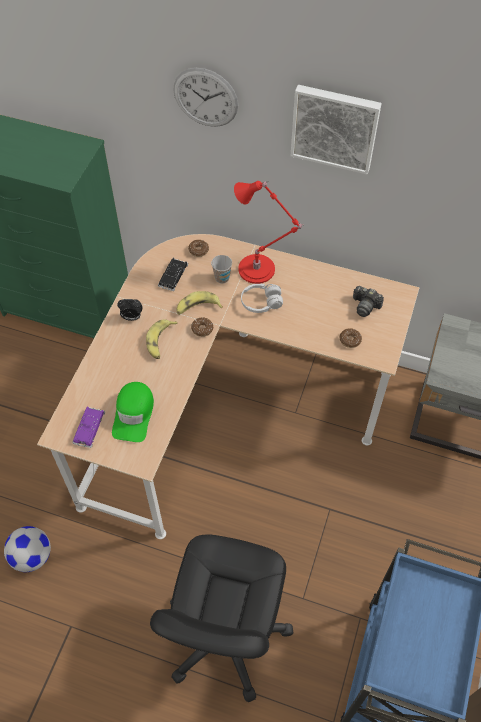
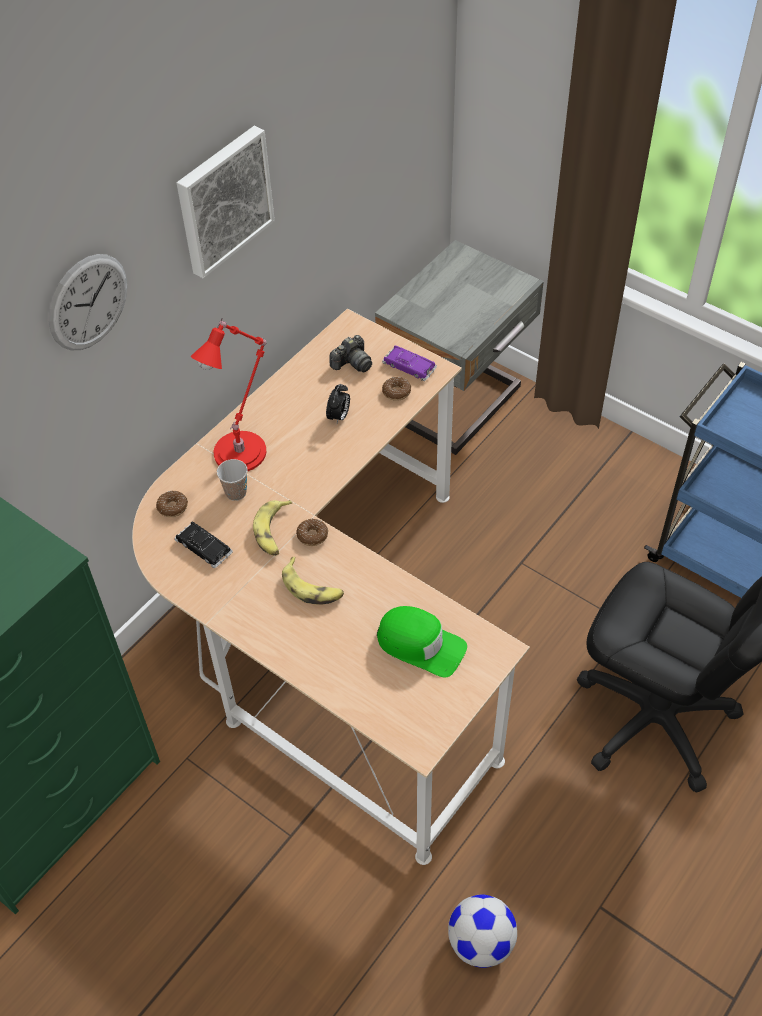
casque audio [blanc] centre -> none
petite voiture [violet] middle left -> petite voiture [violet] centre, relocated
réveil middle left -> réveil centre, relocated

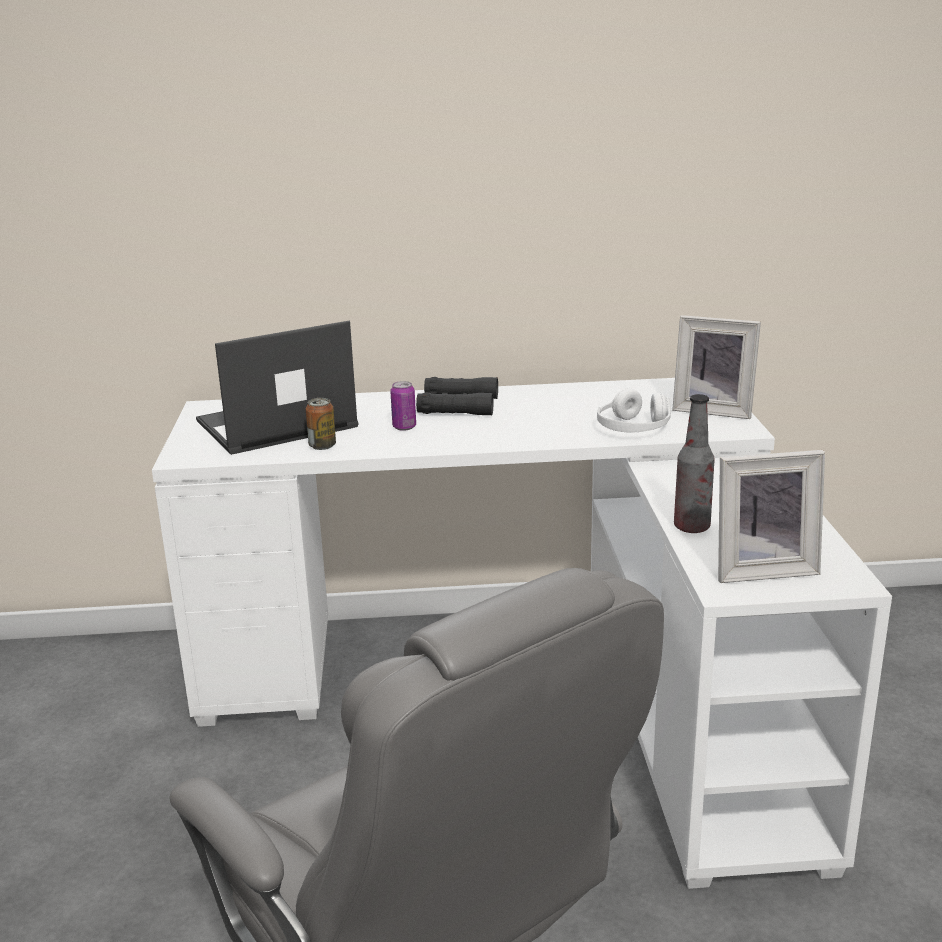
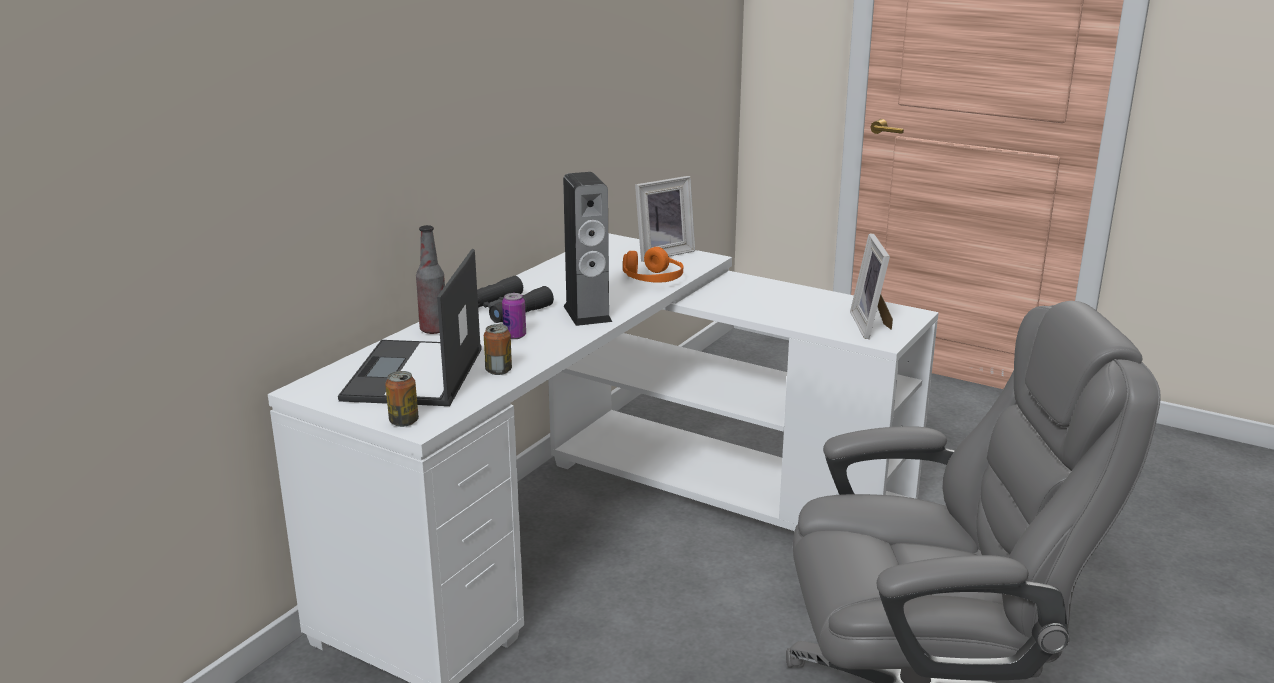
none -> boîte métallique (no. 1 from left) middle left
none -> enceinte centre
bouteille middle right -> bouteille centre, relocated
casque audio [blanc] middle right -> casque audio [orange] centre
cadre photo (no. 2 from left) middle right, 150 degrees clockwise

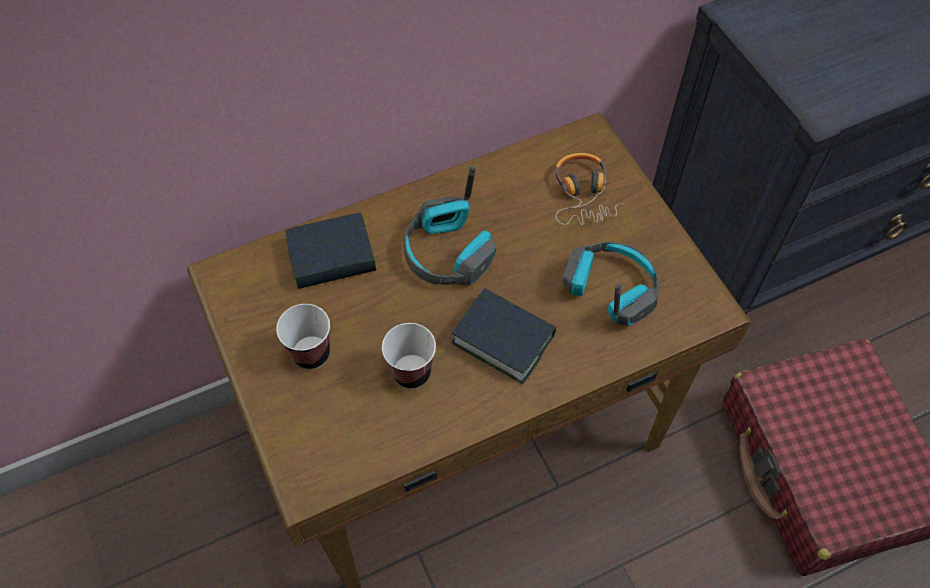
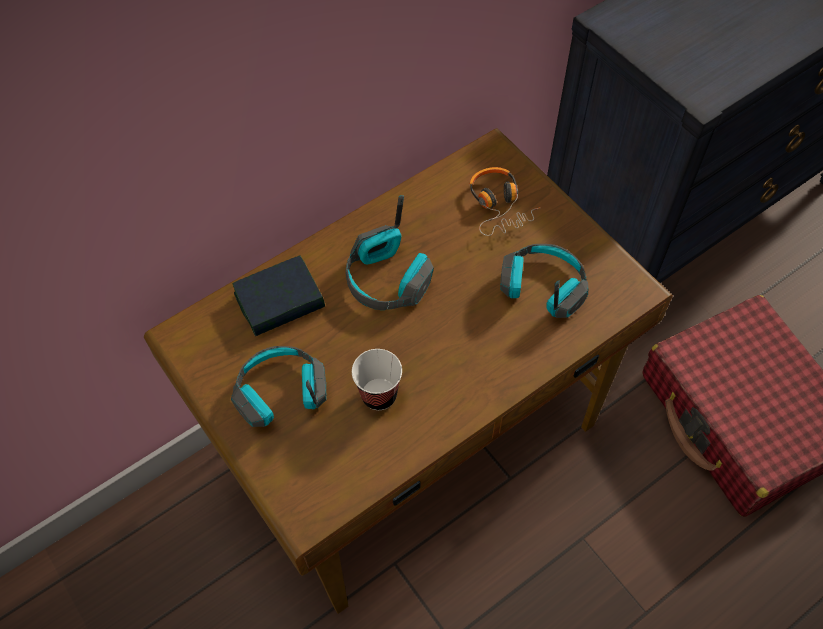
livre (no. 2 from left) centre -> none
tasse (no. 1 from left) middle left -> casque audio (no. 1 from left) centre

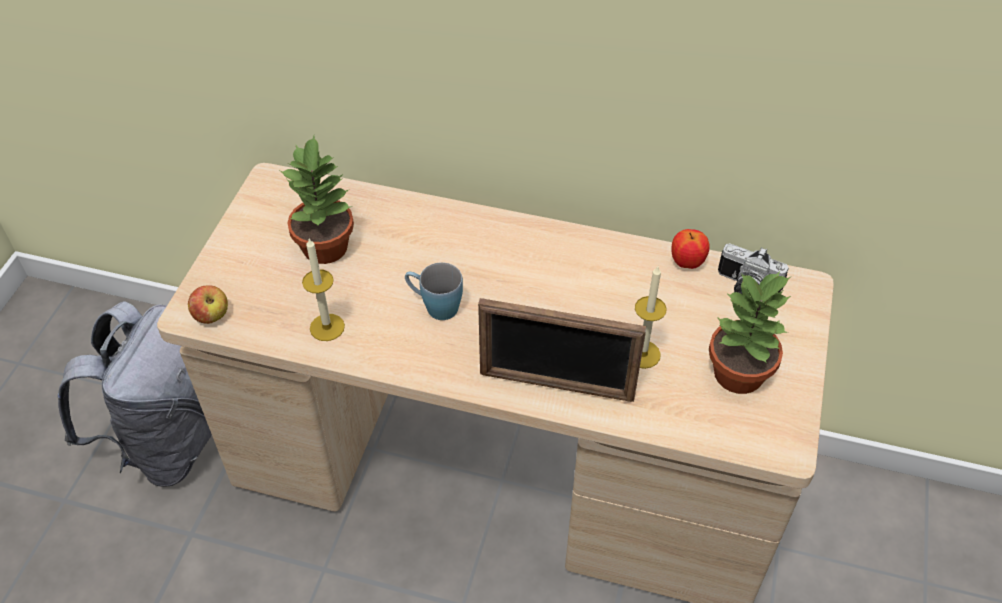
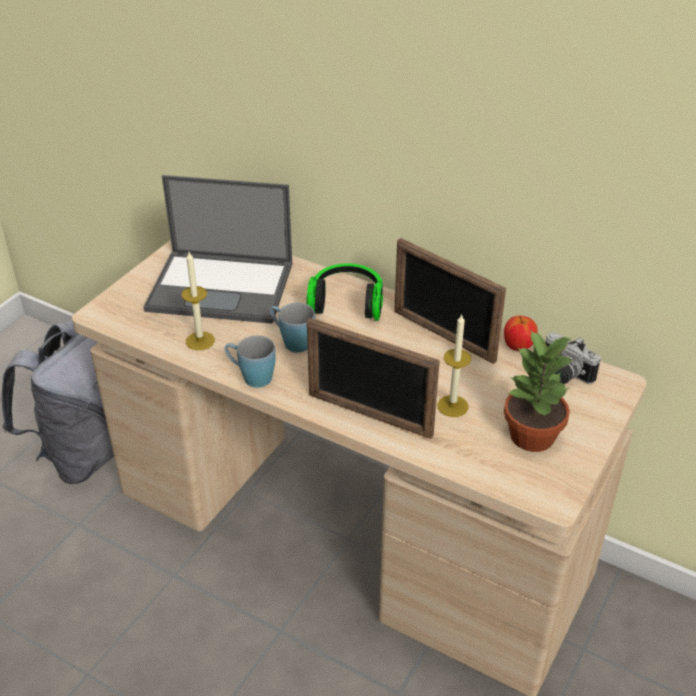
pomme (no. 1 from left) middle left -> none
none -> mug [bleu] (no. 1 from left) centre
none -> casque audio centre
none -> cadre photo (no. 2 from left) centre
plante en pot (no. 1 from left) top left -> ordinateur portable middle left

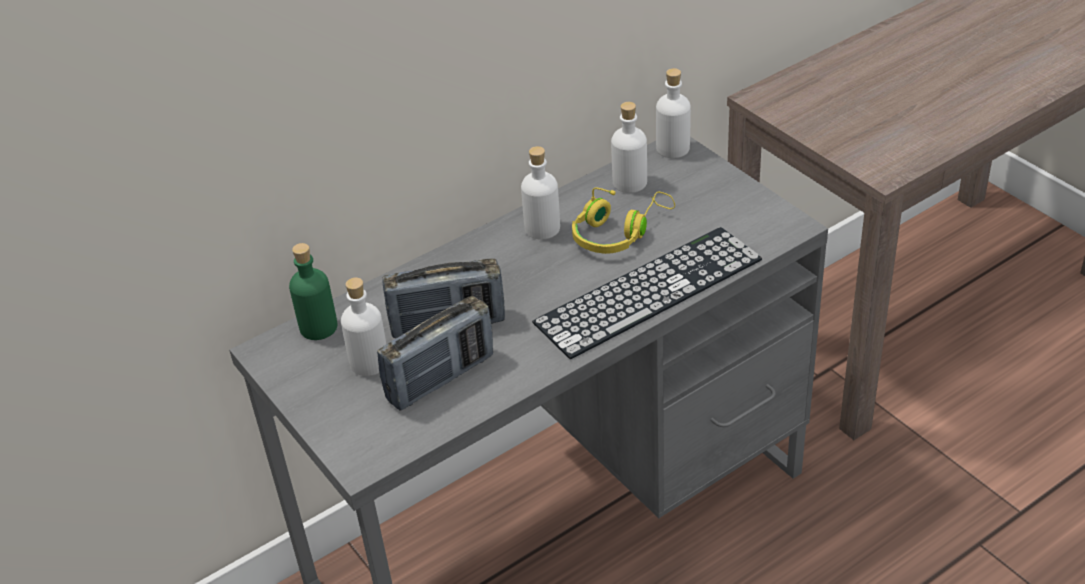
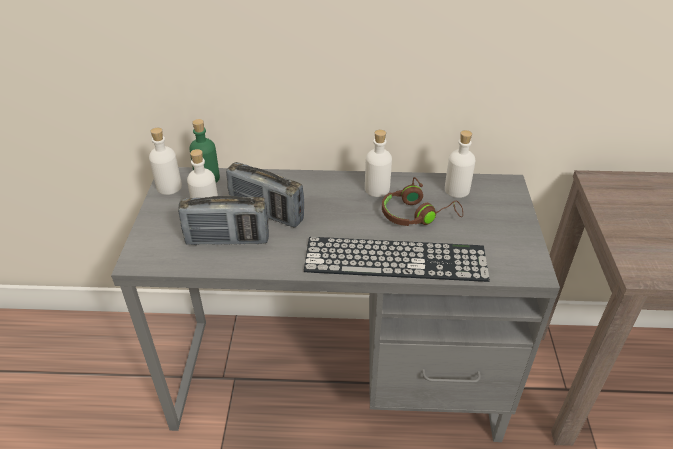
bouteille [blanc] (no. 4 from left in the first image) top centre -> bouteille [blanc] (no. 1 from left) middle left, relocated
casque audio [jaune] centre -> casque audio [marron] centre

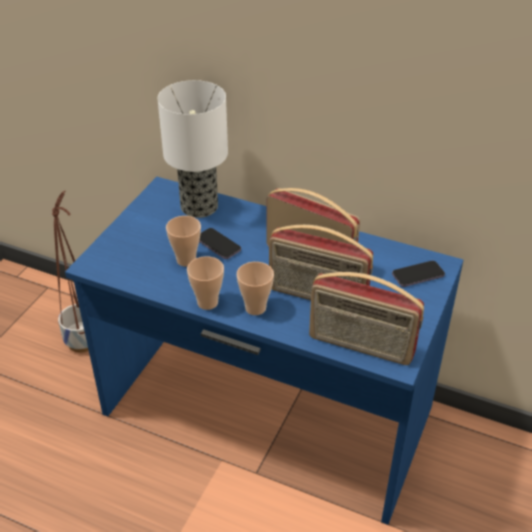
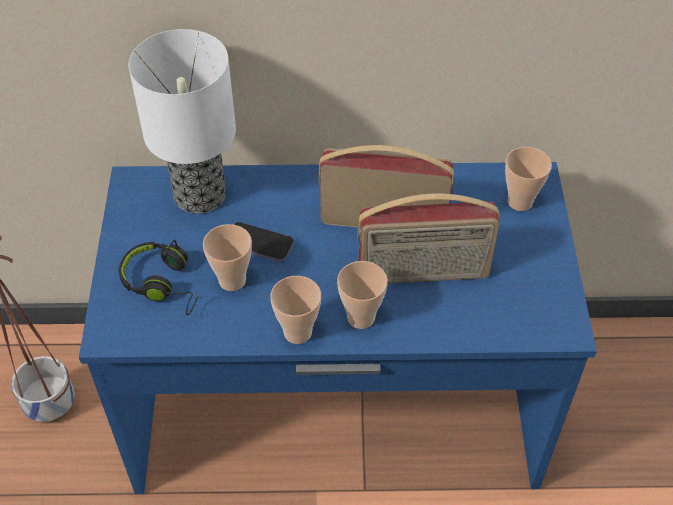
radio (no. 3 from left) middle right -> none
none -> casque audio [noir] middle left
téléphone (no. 2 from left) middle right -> tasse (no. 4 from left) middle right

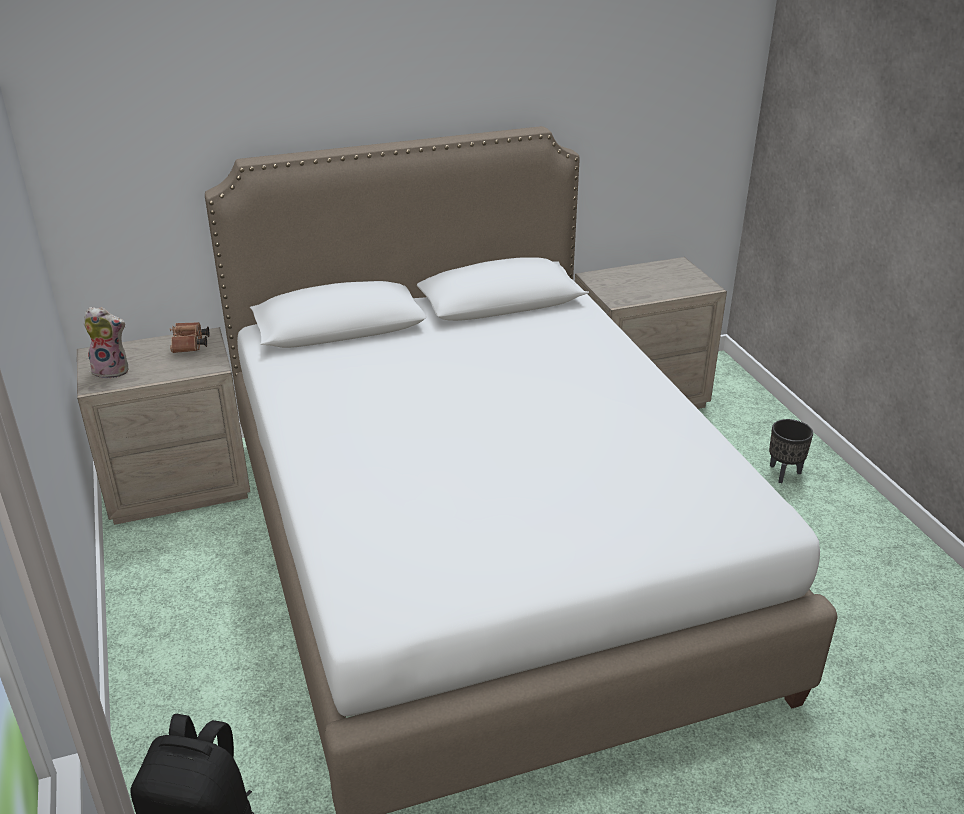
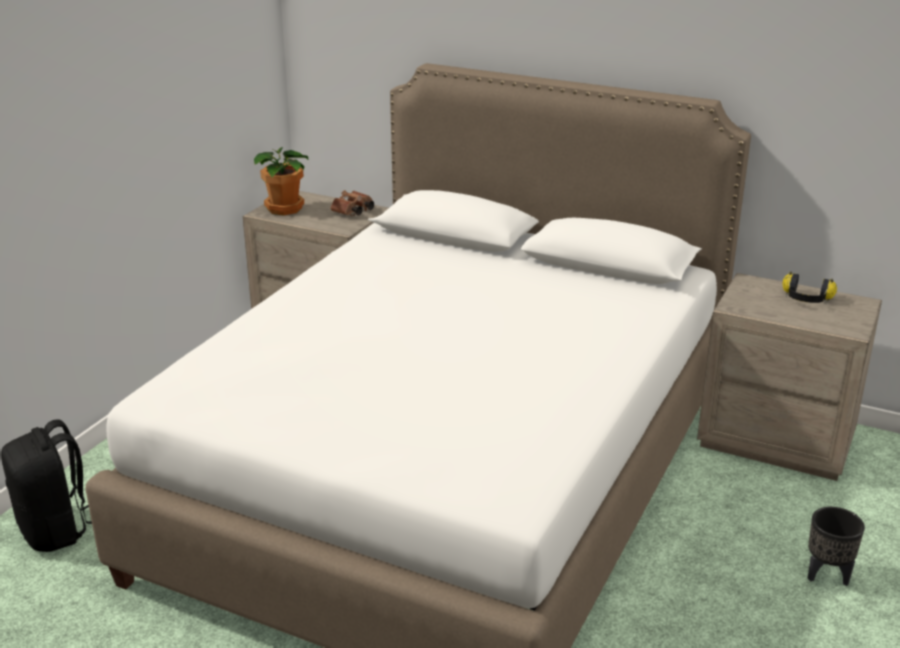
none -> casque audio middle right
peluche middle left -> plante en pot top left

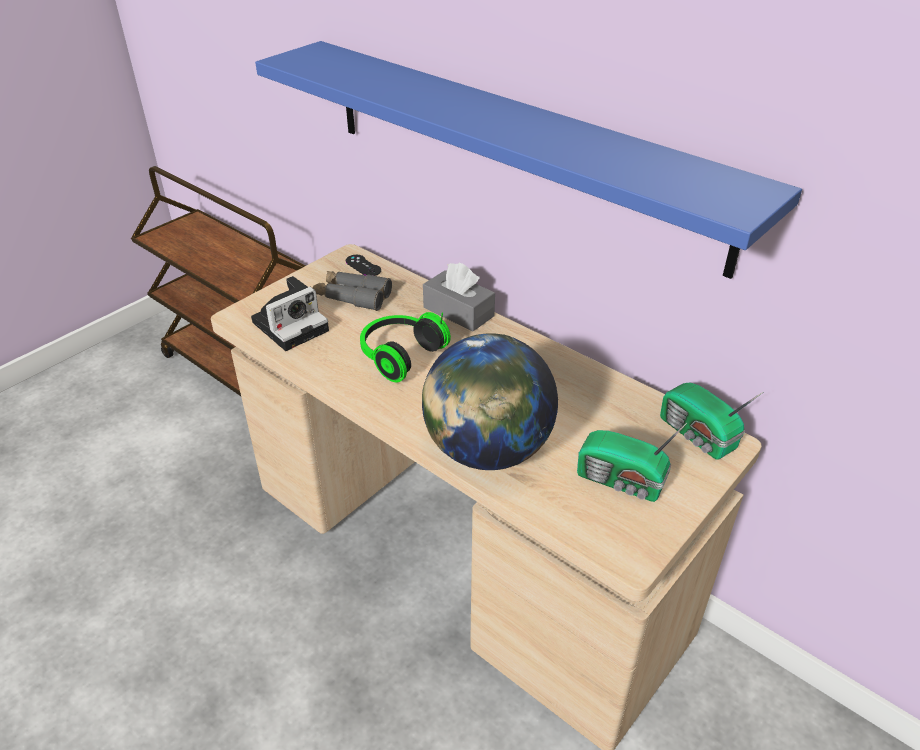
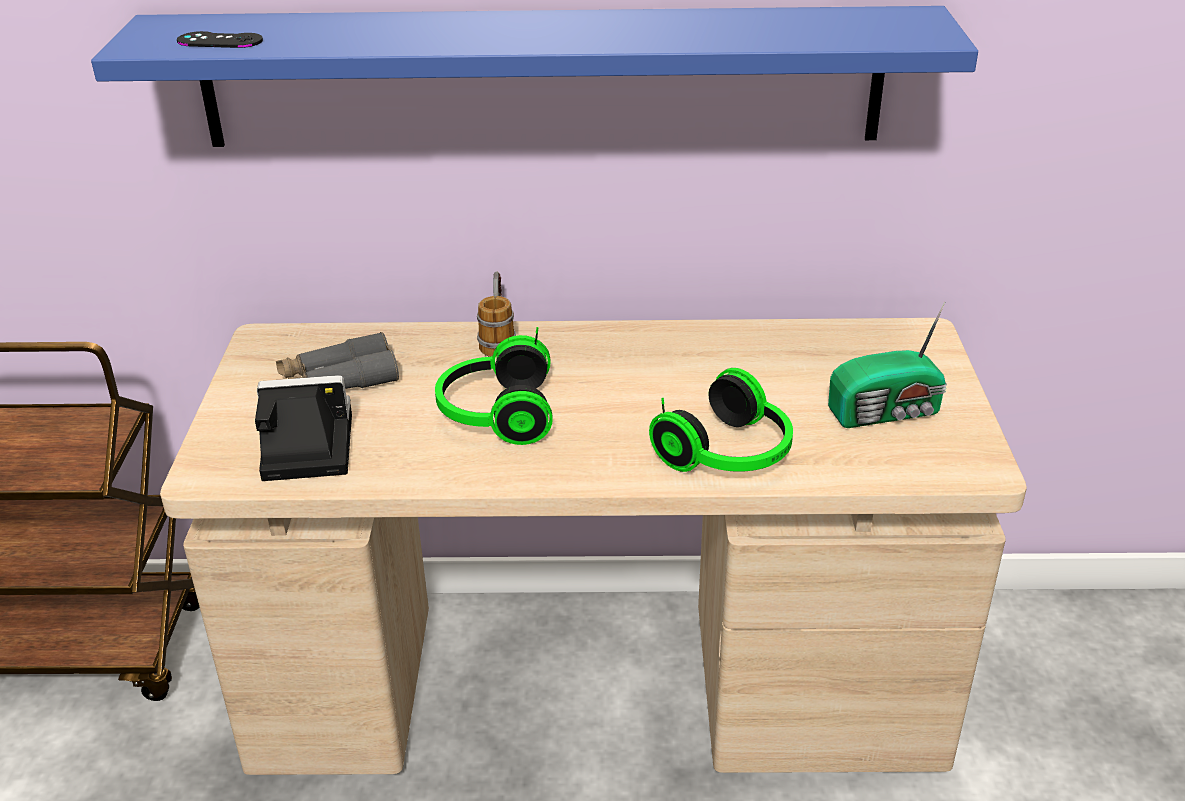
radio (no. 2 from left) middle right -> none
manette [noir] centre -> manette [noir] top left, relocated
globe centre -> casque audio (no. 2 from left) centre
boîte à mouchoirs [gris] centre -> mug centre
appareil photo middle left, 105 degrees counterclockwise

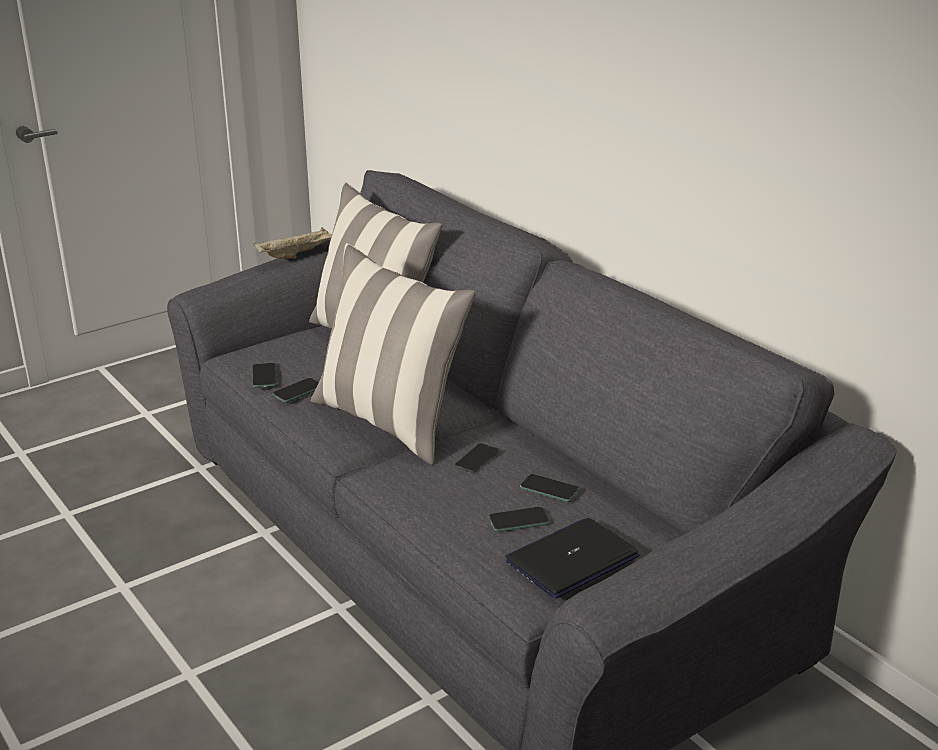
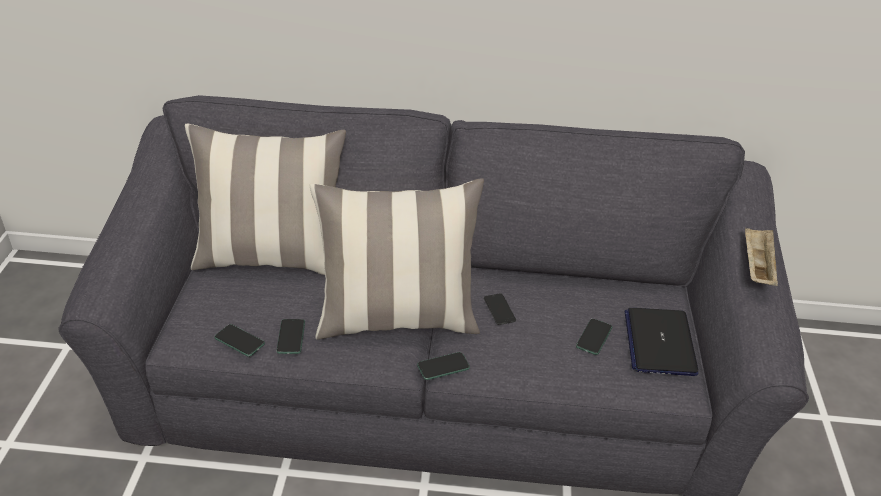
plateau [beige] top left -> plateau [beige] middle right, relocated
téléphone (no. 5 from left in the first image) centre -> téléphone (no. 3 from left) bottom centre, relocated

